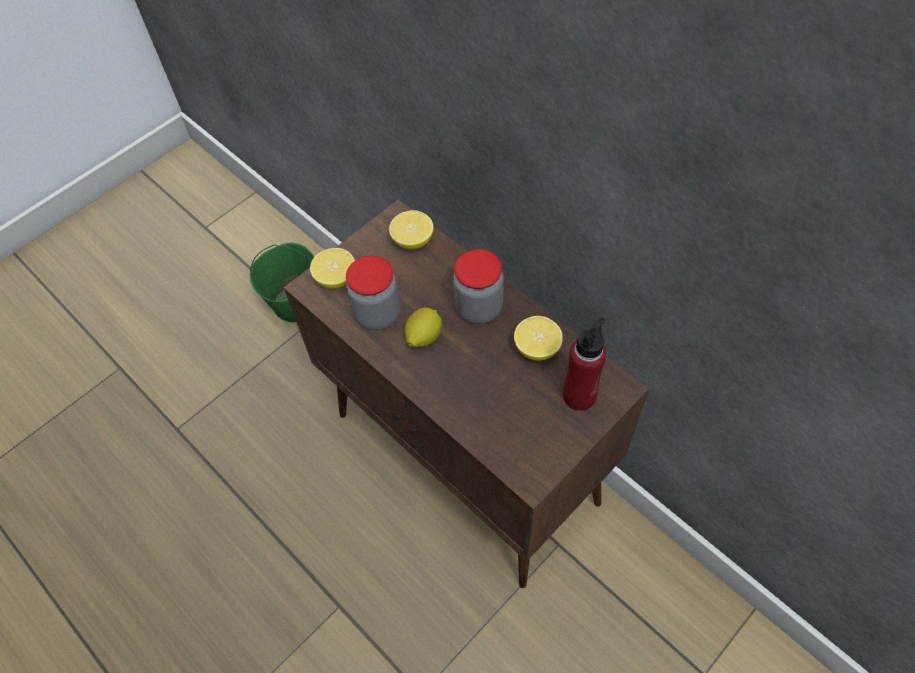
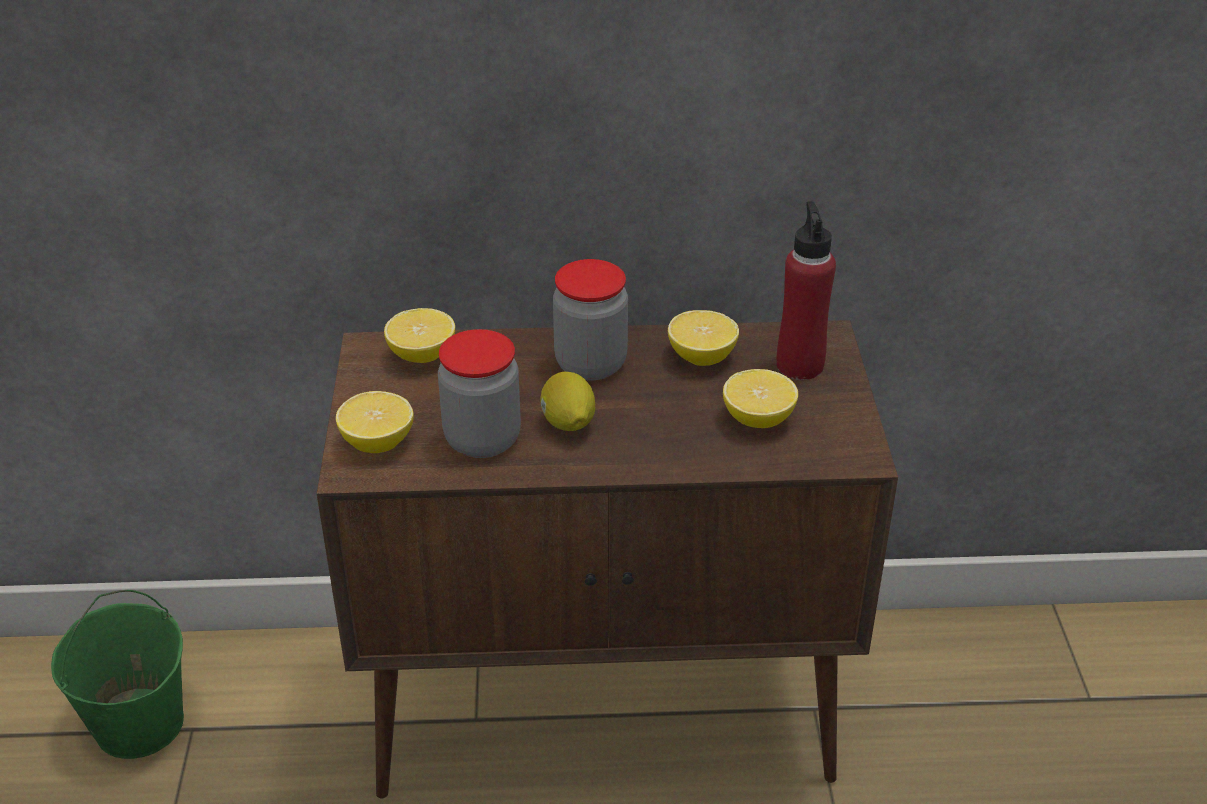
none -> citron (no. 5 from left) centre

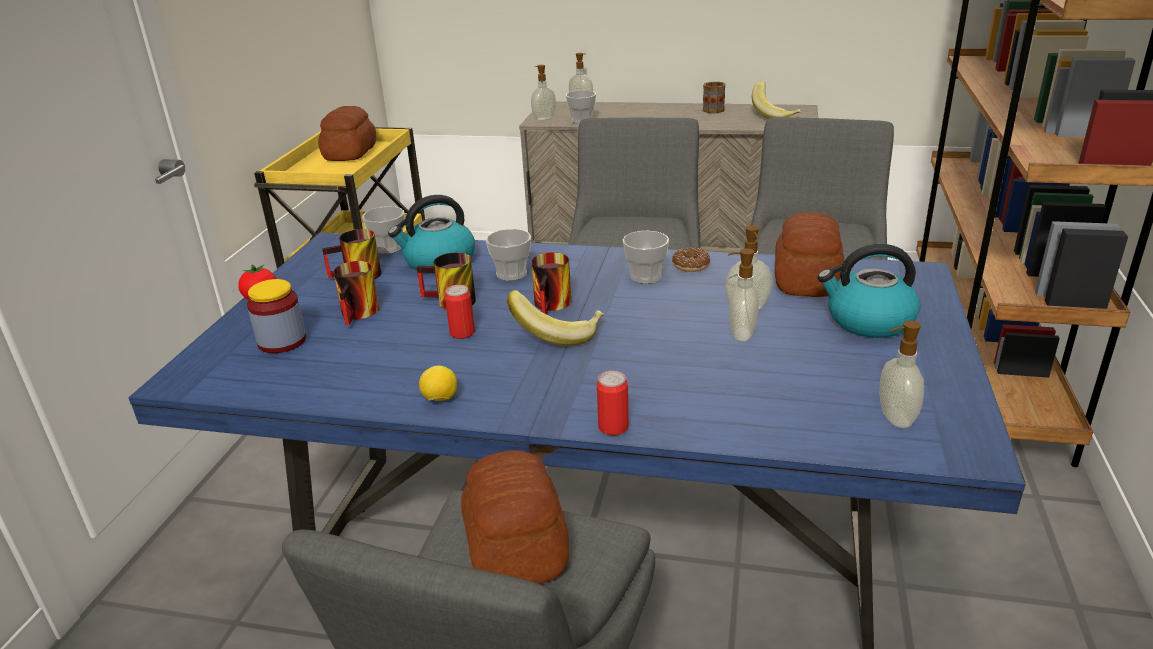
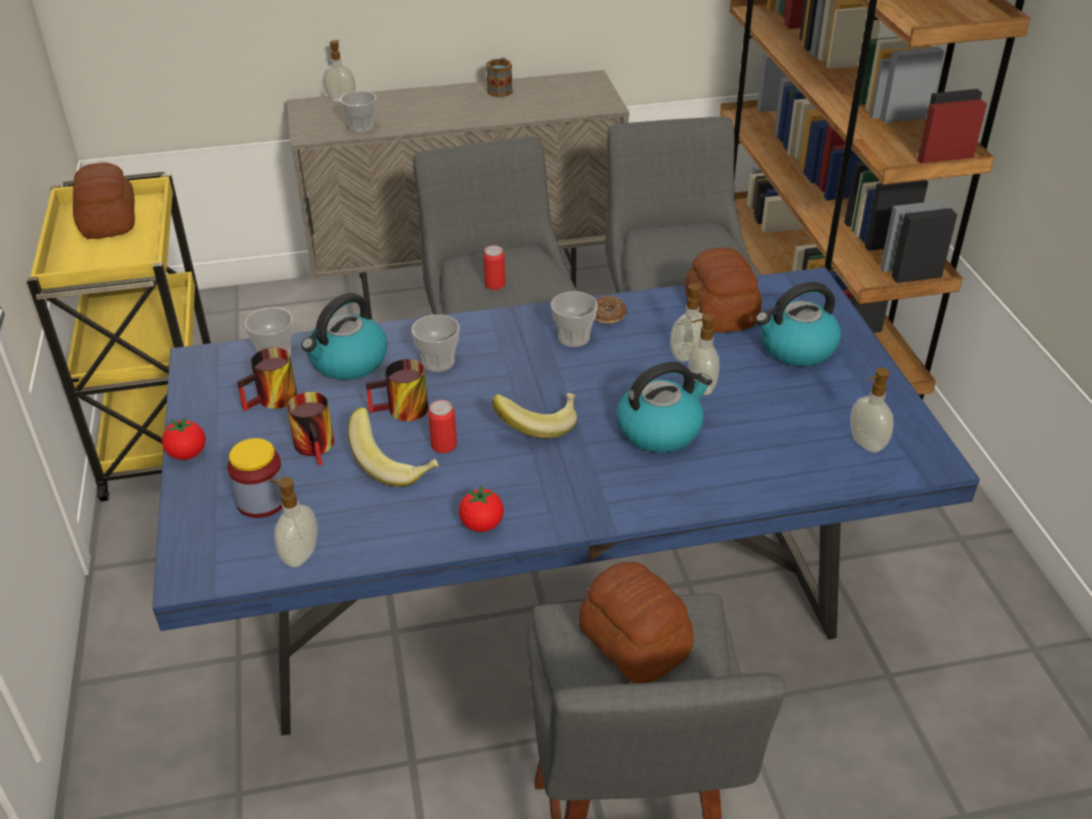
mug (no. 4 from left) centre -> none
none -> bouilloire (no. 2 from left) centre
distributeur de savon (no. 1 from left) top centre -> distributeur de savon (no. 1 from left) middle left, relocated
boîte métallique (no. 2 from left) centre -> boîte métallique (no. 2 from left) top centre, relocated
banane (no. 2 from left in the first image) top right -> banane (no. 1 from left) centre, relocated
citron centre -> tomate (no. 2 from left) centre

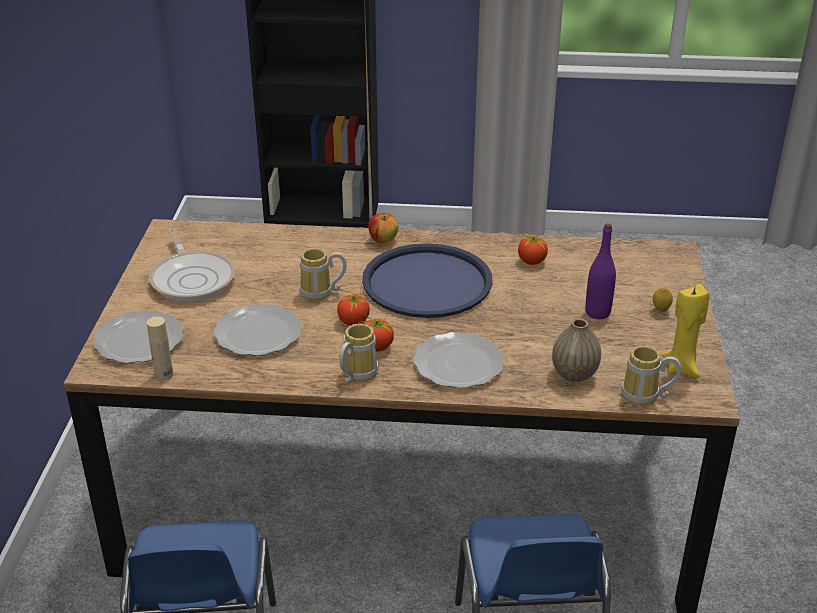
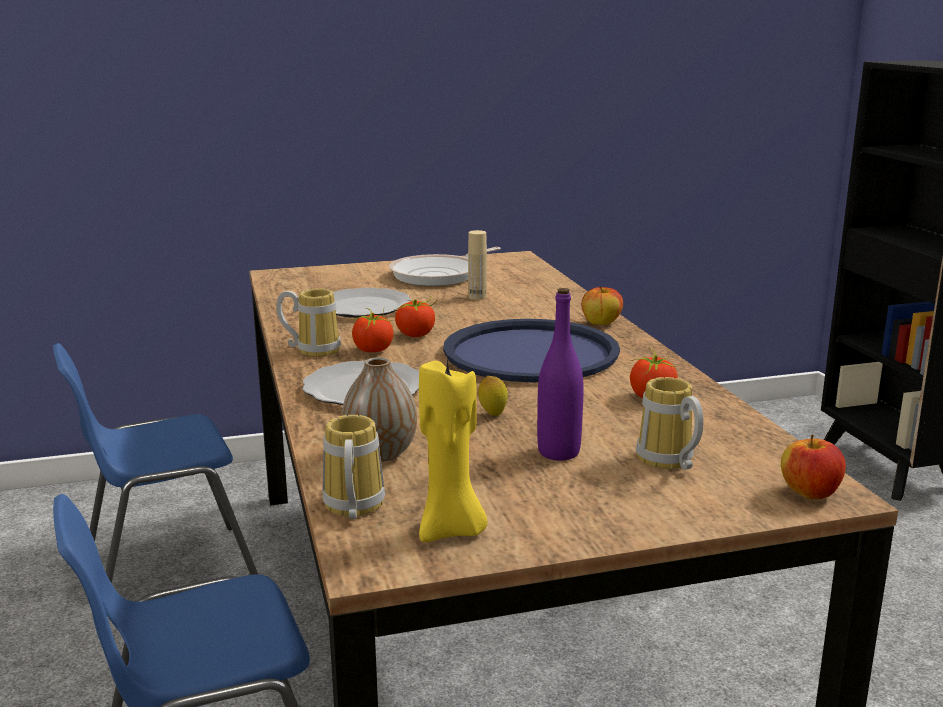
assiette (no. 1 from left) middle left -> none
none -> pomme (no. 2 from left) middle right
bouteille [beige] middle left -> bouteille [beige] centre, relocated
mug (no. 1 from left in the first image) centre -> mug (no. 3 from left) middle right, relocated
citron middle right -> citron centre, relocated

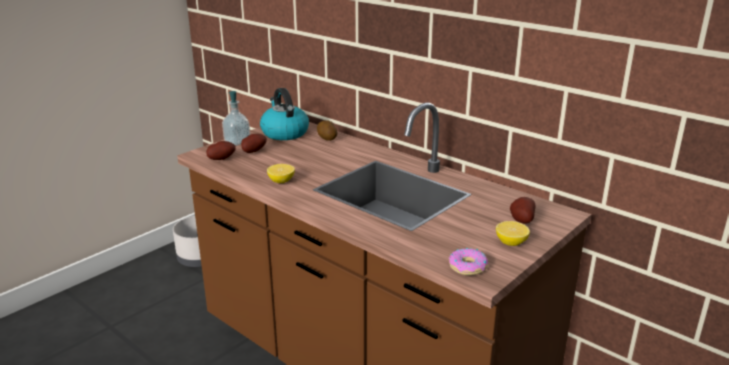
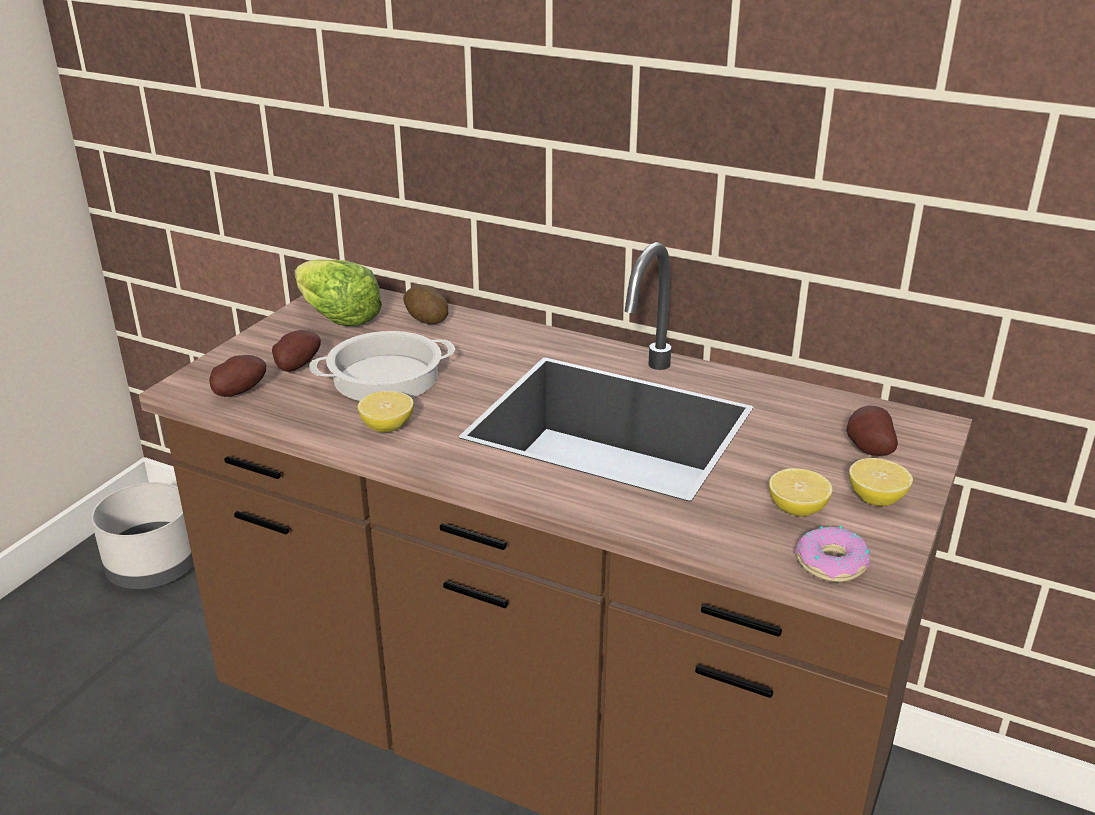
distributeur de savon top left -> none
none -> marmite centre
none -> citron (no. 2 from left) middle right
bouilloire top centre -> laitue middle left

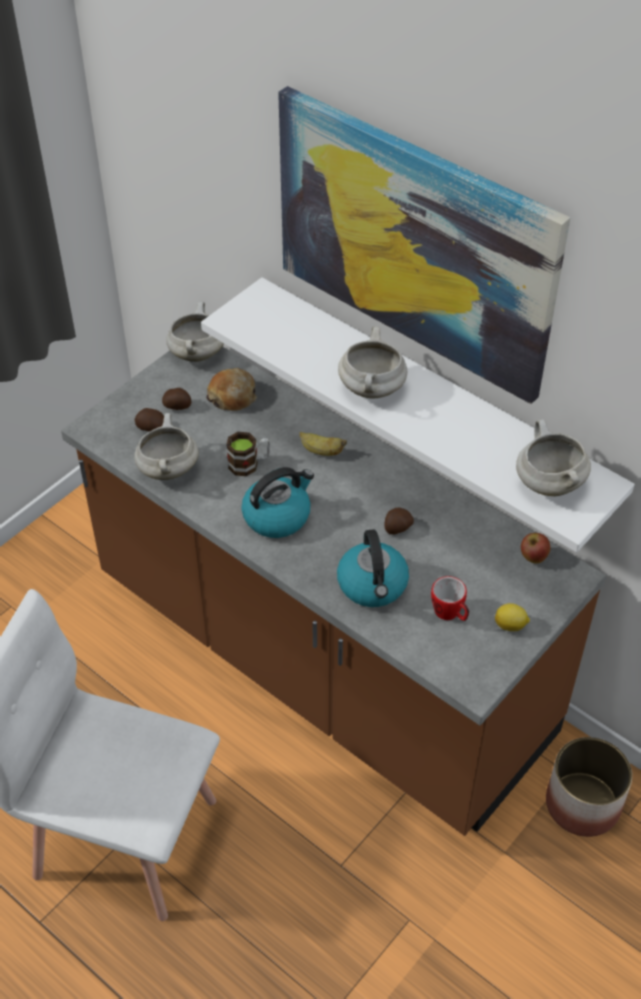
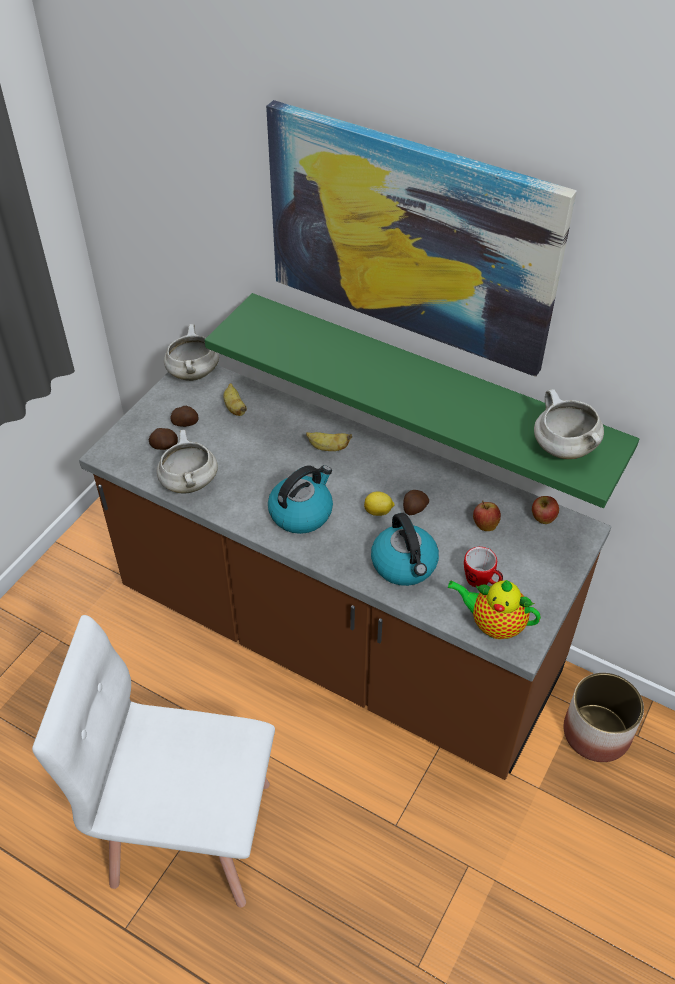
mug (no. 1 from left) centre -> none
marmite [blanc] (no. 3 from left) centre -> none
none -> théière middle right
none -> pomme (no. 1 from left) middle right
citron middle right -> citron centre, relocated
pain centre -> banane (no. 1 from left) centre
étagère [blanc] centre -> étagère [vert] centre

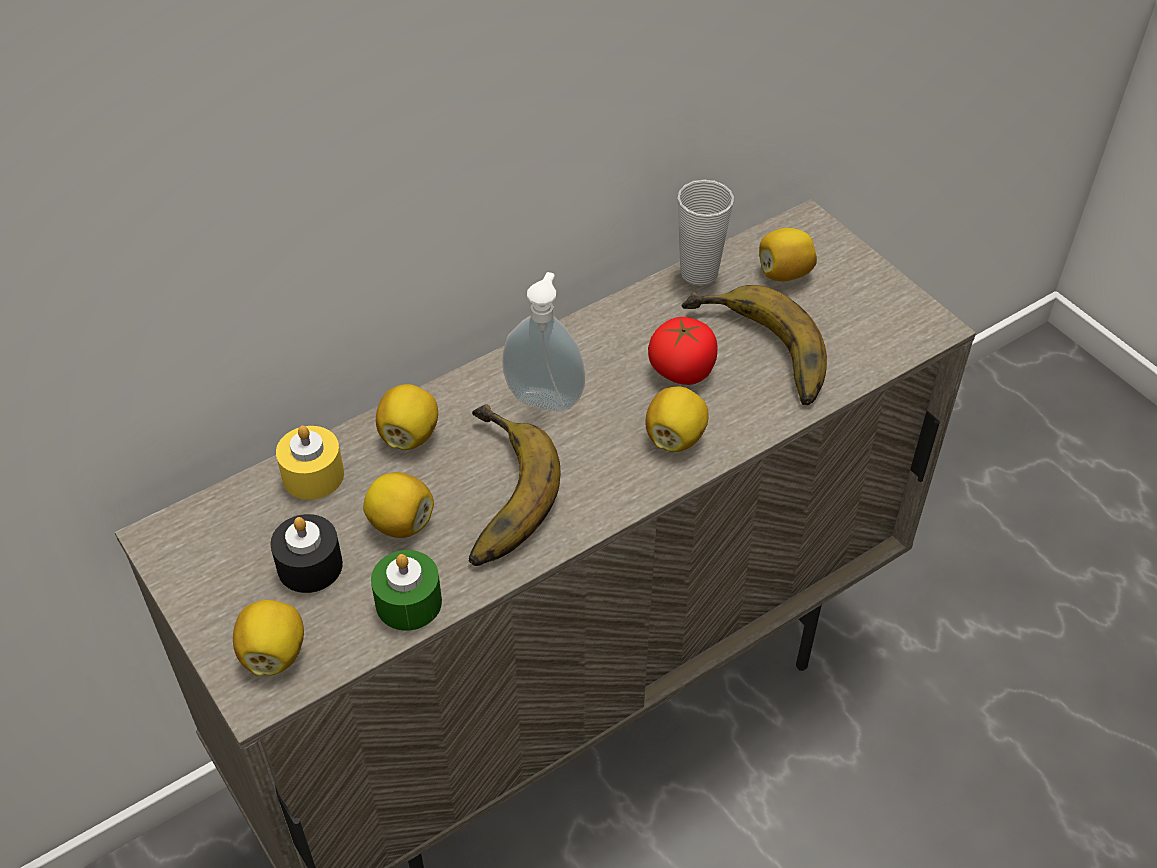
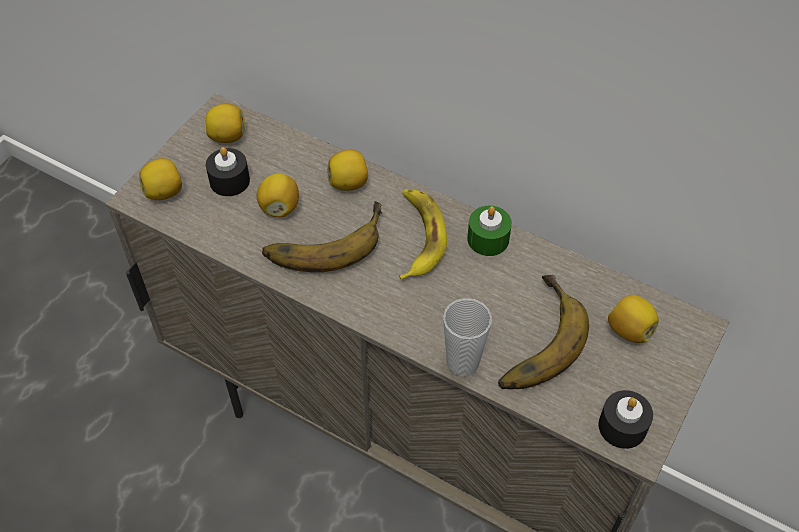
bougie [jaune] middle left -> none
tomate centre -> none
none -> bougie [noir] (no. 2 from left) bottom right
bougie [vert] bottom centre -> bougie [vert] centre, relocated
citron (no. 4 from left in the first image) centre -> citron (no. 2 from left) top left, relocated
tasse top centre -> tasse centre, relocated
distributeur de savon centre -> banane (no. 2 from left) centre

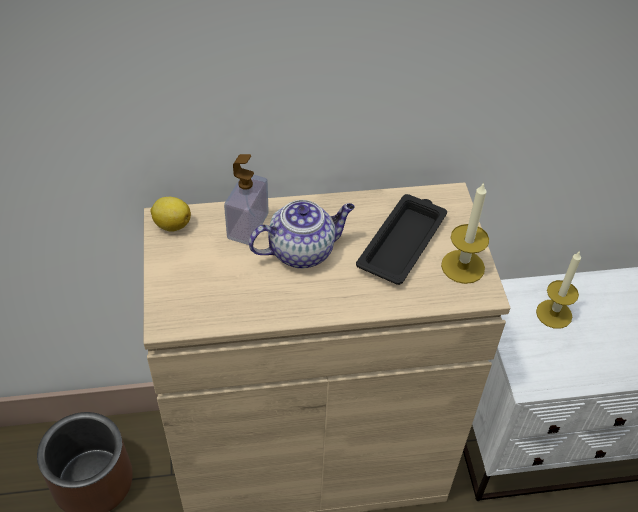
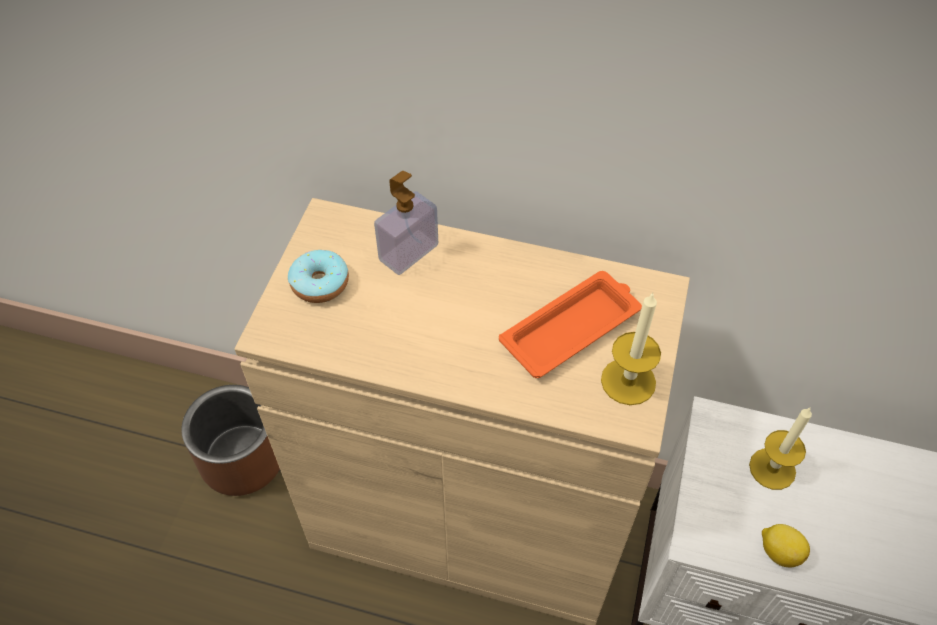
théière centre -> none
none -> beignet centre
citron middle left -> citron bottom right, relocated
plateau [noir] centre -> plateau [orange] centre

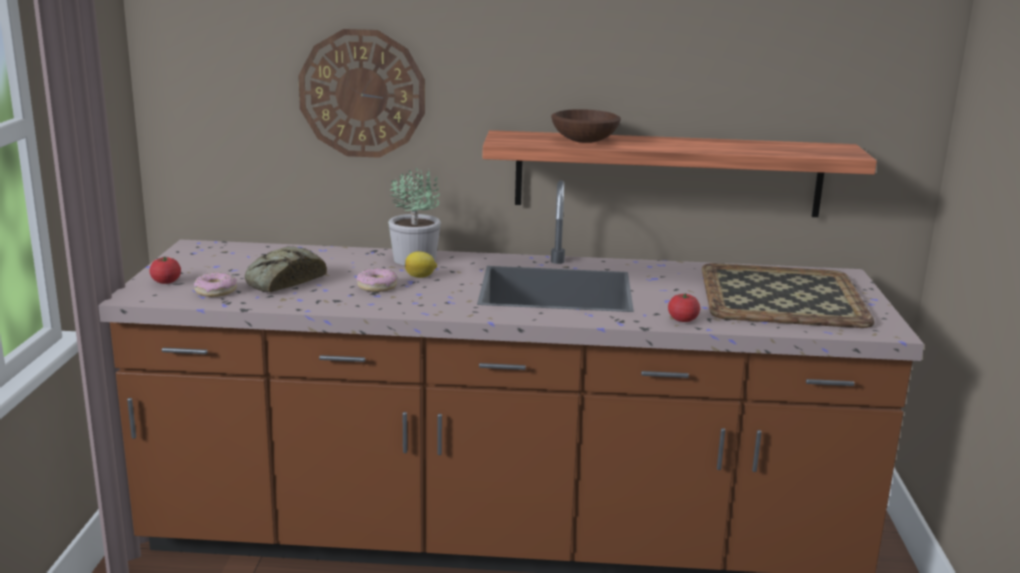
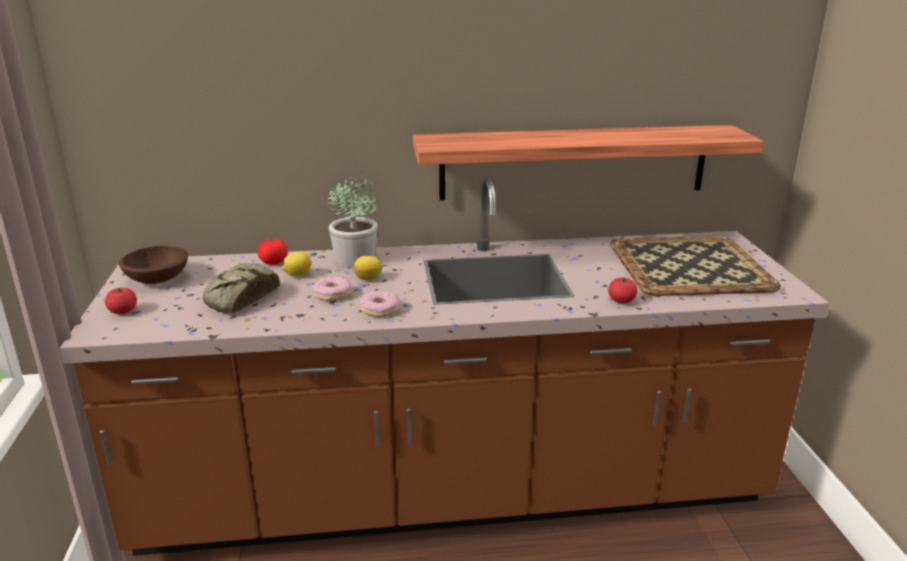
horloge murale top centre -> none
none -> tomate (no. 2 from left) middle left
none -> citron (no. 1 from left) middle left
beignet (no. 1 from left in the first image) middle left -> beignet (no. 2 from left) centre, relocated
bol [marron] top centre -> bol [marron] middle left, relocated

